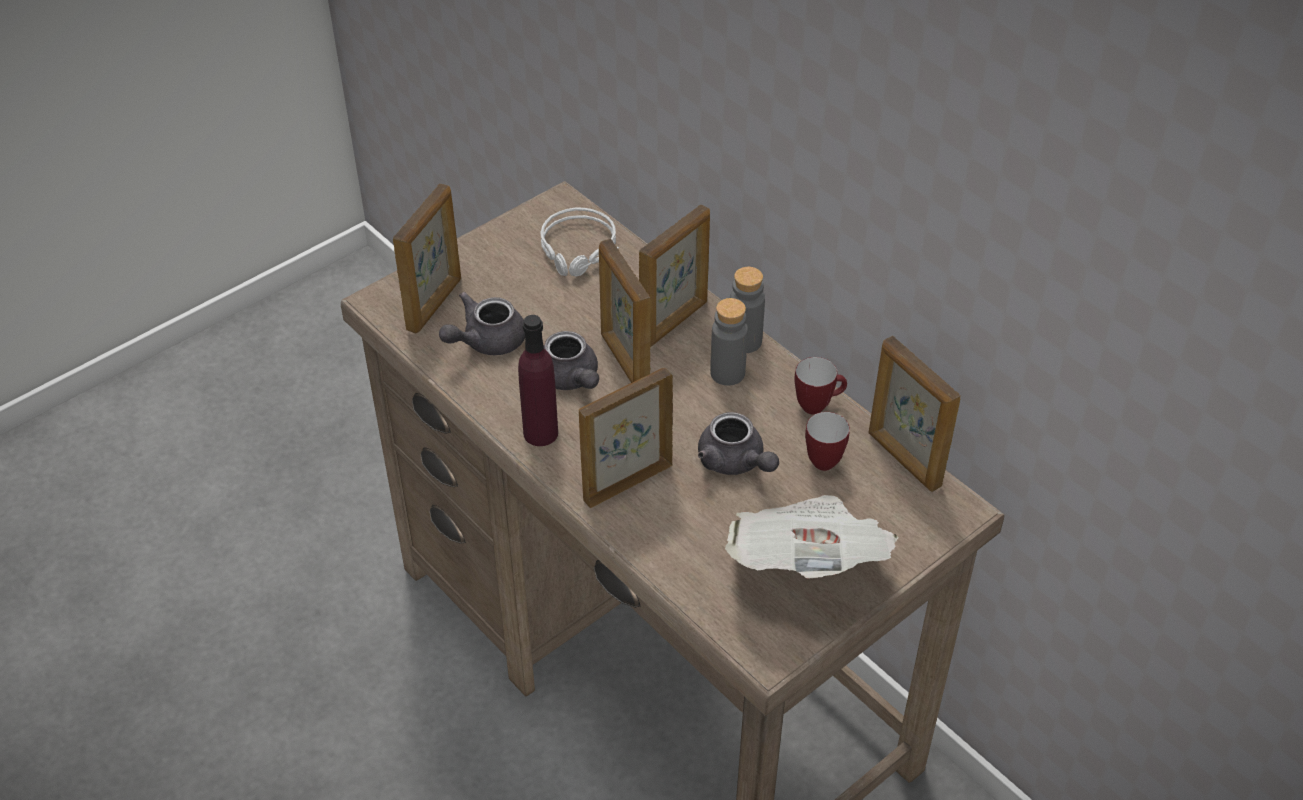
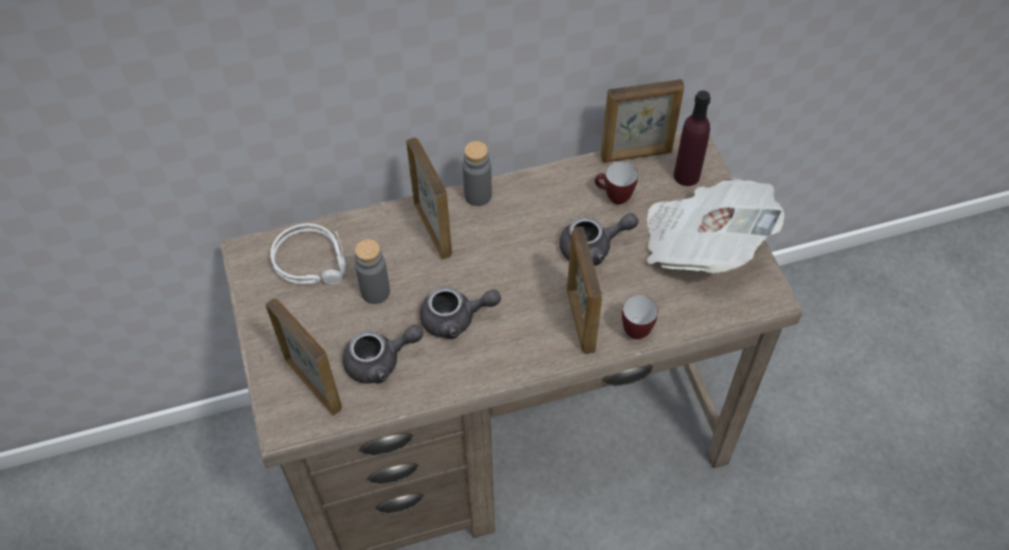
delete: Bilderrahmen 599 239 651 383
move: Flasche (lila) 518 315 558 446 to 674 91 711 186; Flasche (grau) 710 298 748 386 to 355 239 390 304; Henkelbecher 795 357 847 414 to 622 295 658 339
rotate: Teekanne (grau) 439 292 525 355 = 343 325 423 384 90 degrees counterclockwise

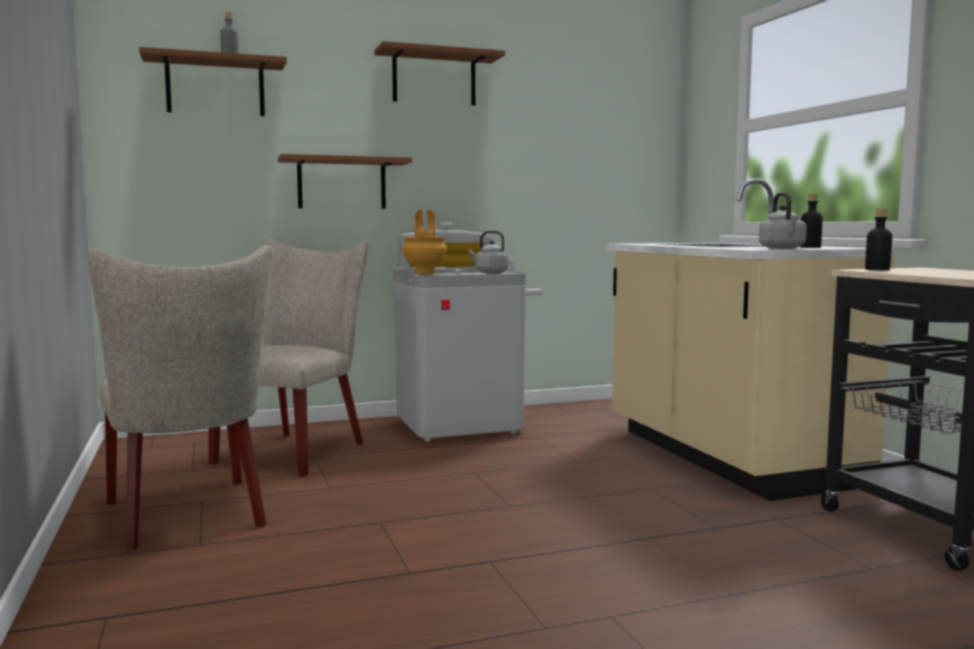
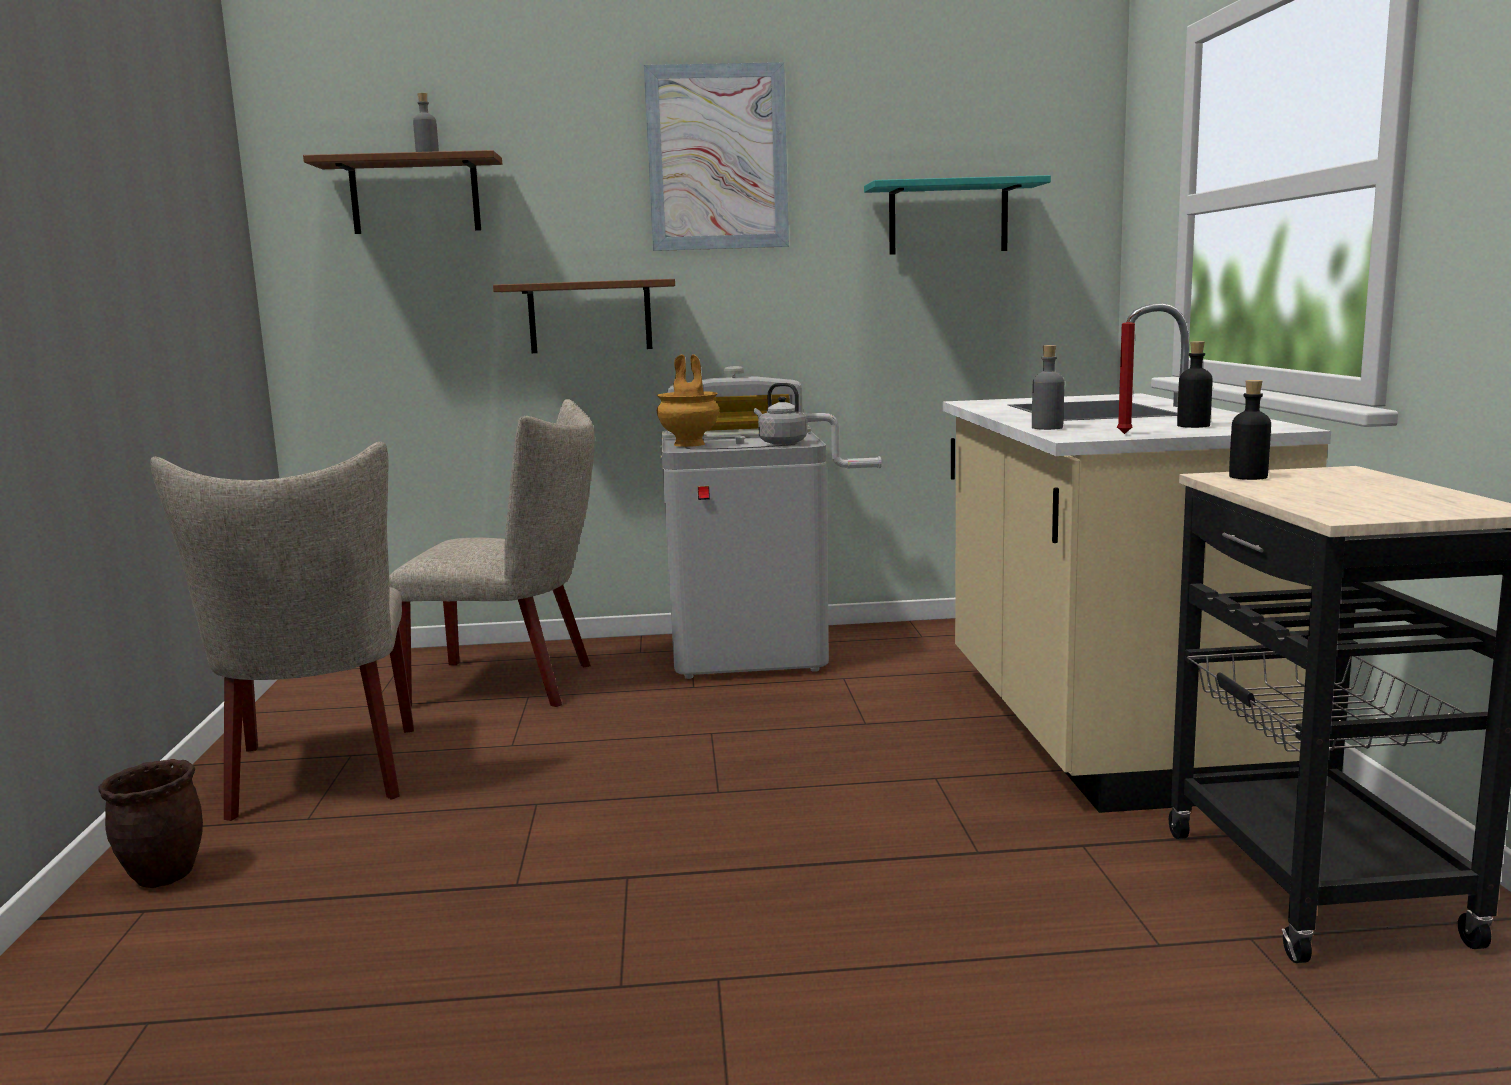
insert: Pflanzkübel (braun) 98 759 203 888; Wandregal (türkis) 864 175 1051 255; Flasche (grau) 1032 345 1064 430
replace: Wandregal (braun) 374 41 505 106 to Bild 644 62 789 251; Wasserkessel (grau) 759 192 807 249 to Kerze (rot) 1117 310 1142 434
rotate: Stuhl (beige) 208 239 368 477 = 389 399 595 709 60 degrees clockwise

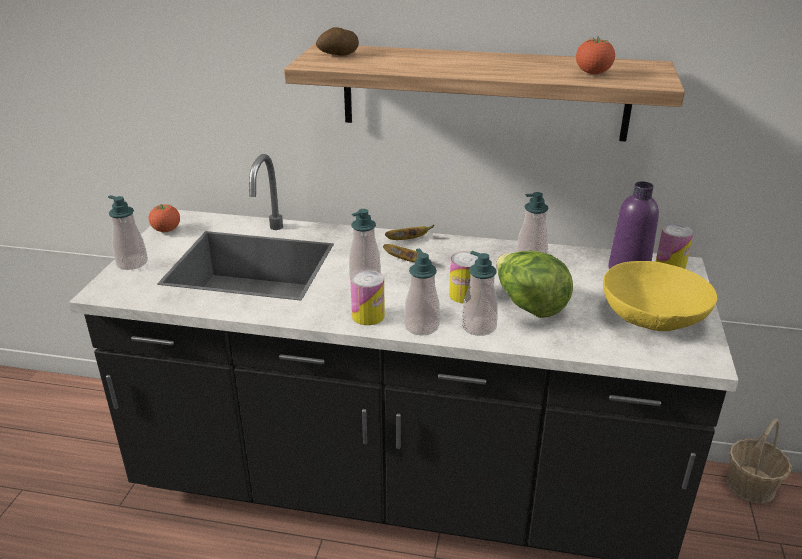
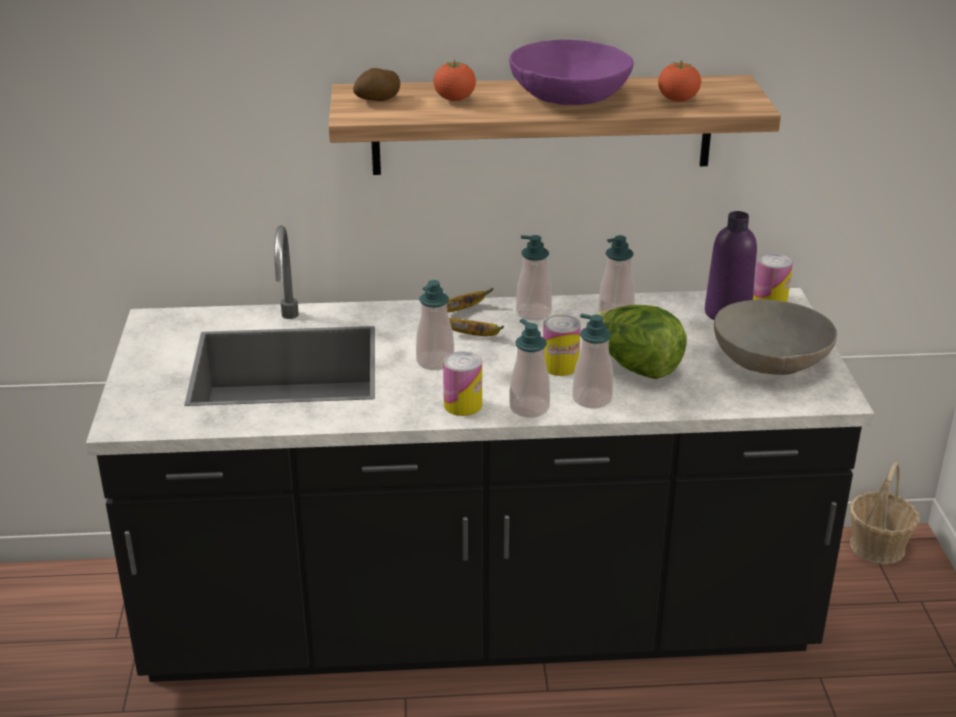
insert: Schüssel (lila) 509 40 634 105
move: Seifenspender 108 195 148 270 to 516 235 552 321; Tomate 149 204 180 232 to 433 60 476 101
recolor: Schüssel (gelb) 603 261 717 331 to Schüssel (grau) 714 299 837 375

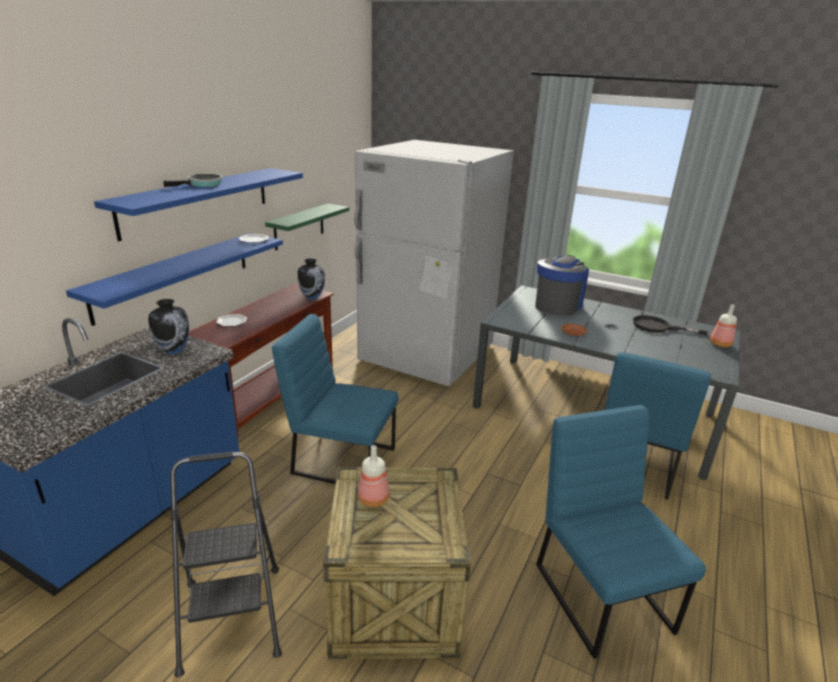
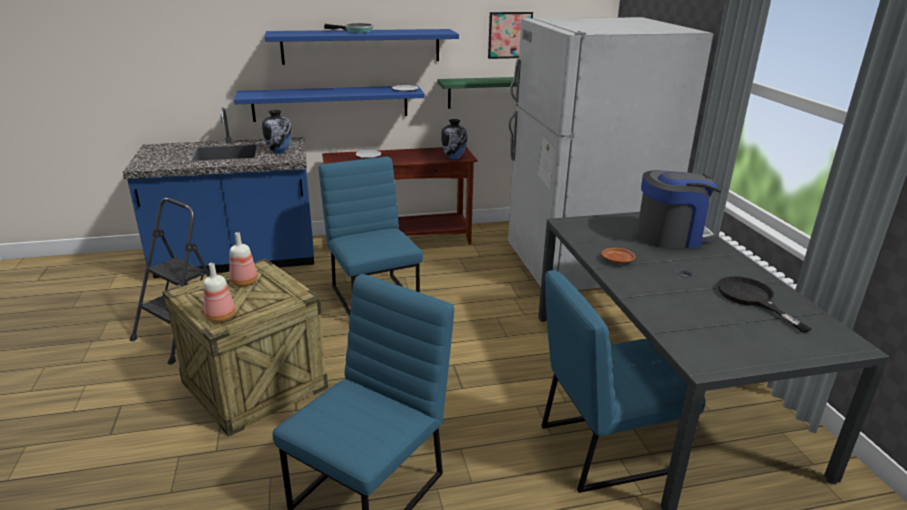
insert: Bild 488 12 533 59
move: Flasche 710 304 737 347 to 203 263 235 322

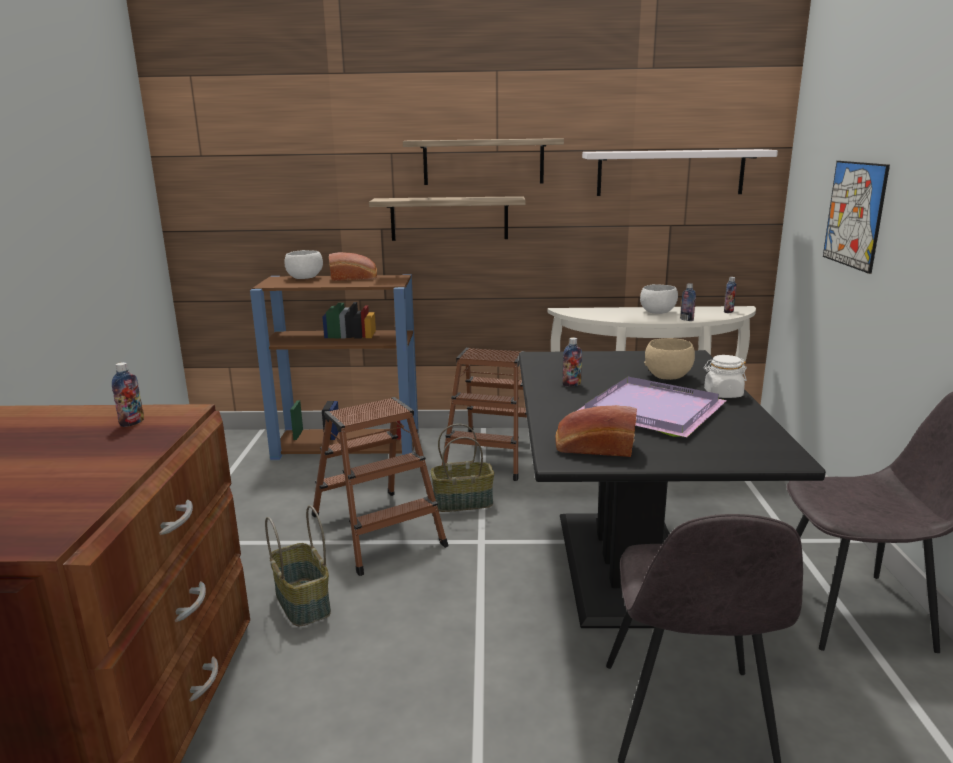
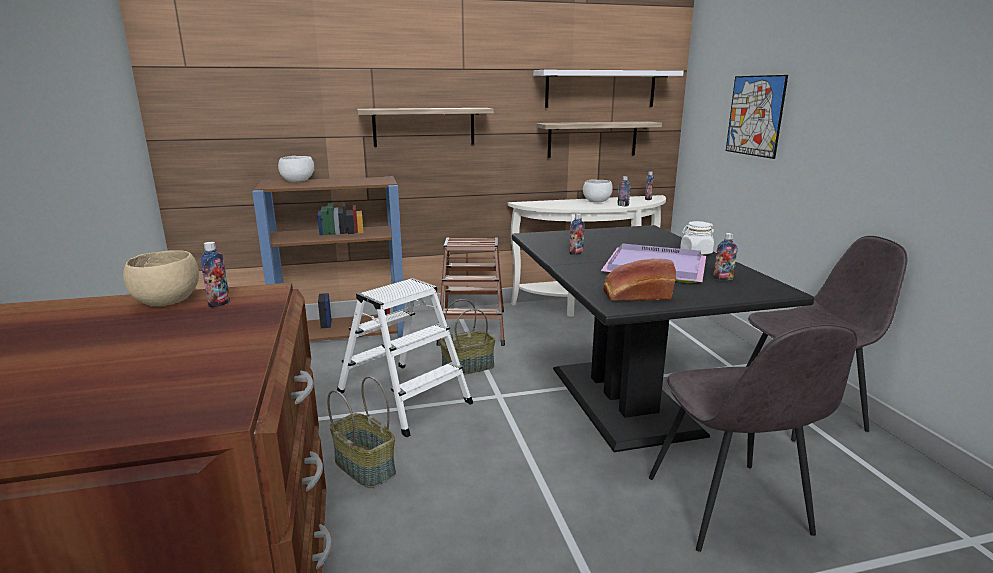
delete: Brot 329 252 377 281
insert: Flasche 714 233 738 281
move: Wandregal 403 138 564 185 to 536 121 662 158; Schüssel (beige) 644 338 695 380 to 123 250 199 306
recolor: Trittleiter (braun) 312 397 449 576 to Trittleiter (weiß) 337 278 473 437

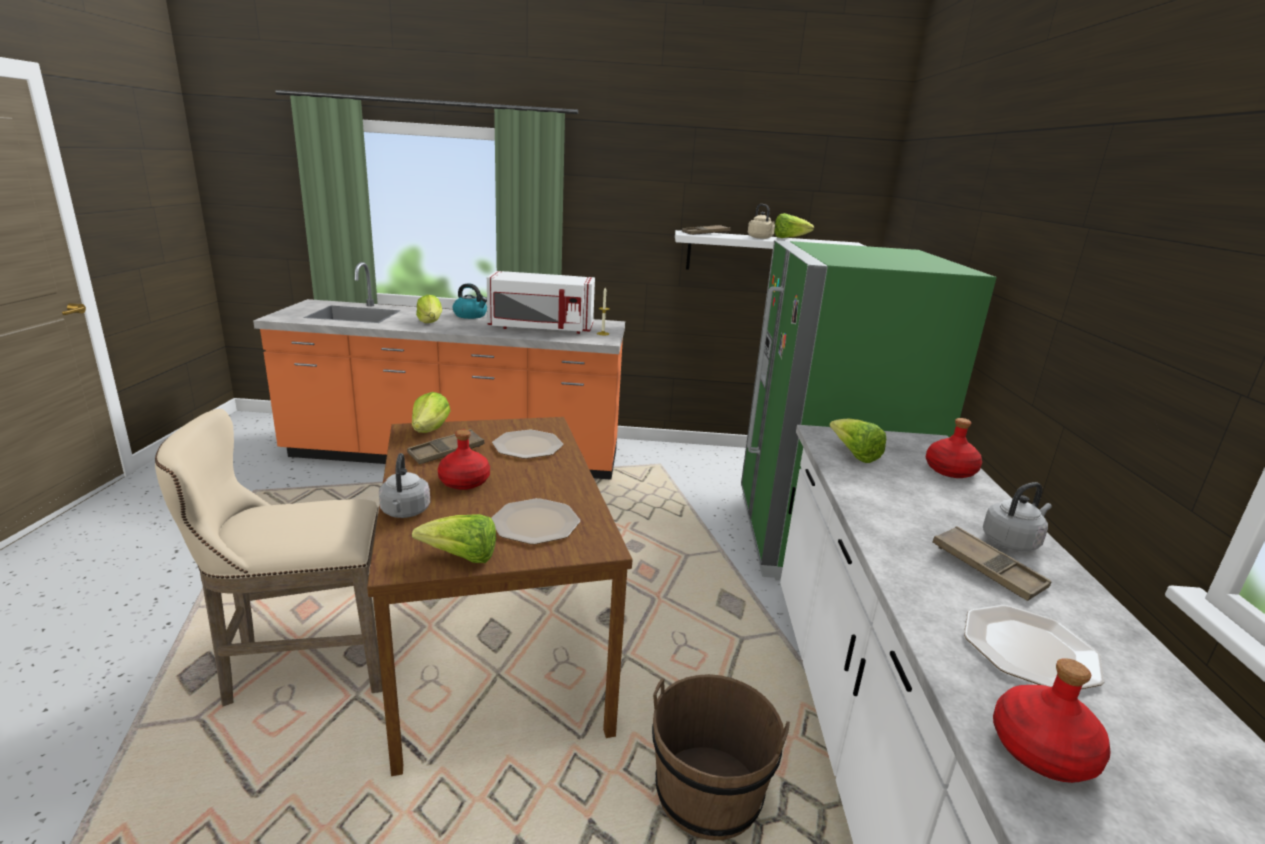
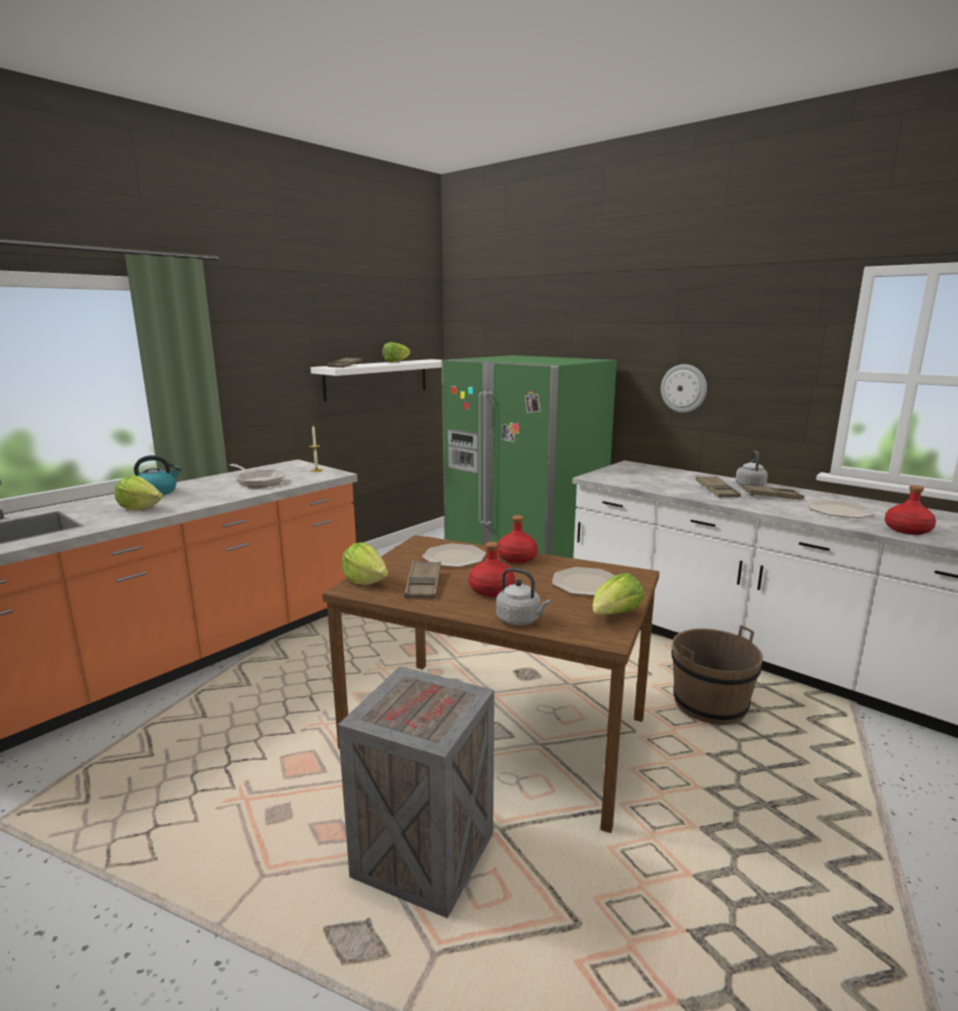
delete: Wasserkessel (beige) 748 204 775 239; Salatkopf 829 418 886 463
insert: Wanduhr 661 364 707 413; Tablett (braun) 696 476 741 497
move: Flasche (rot) 926 418 982 478 to 497 515 538 564
replace: Hocker (beige) 155 409 383 706 to Kiste 338 666 494 918; Mikrowelle (weiß) 487 271 595 334 to Pfanne 230 464 286 487

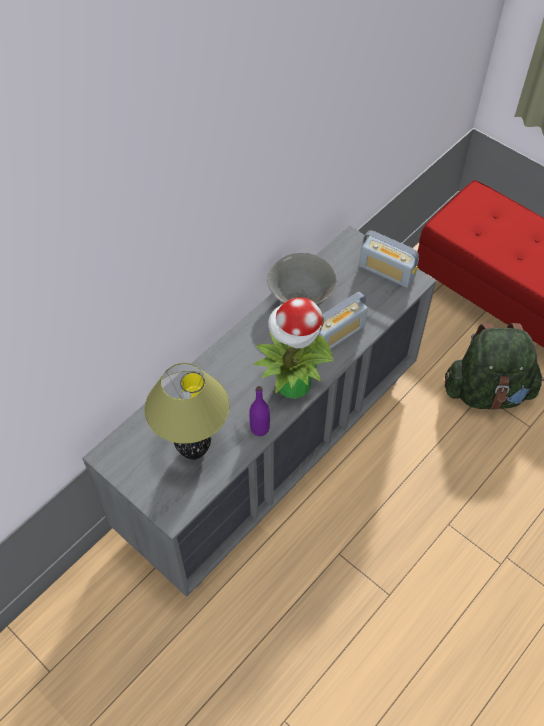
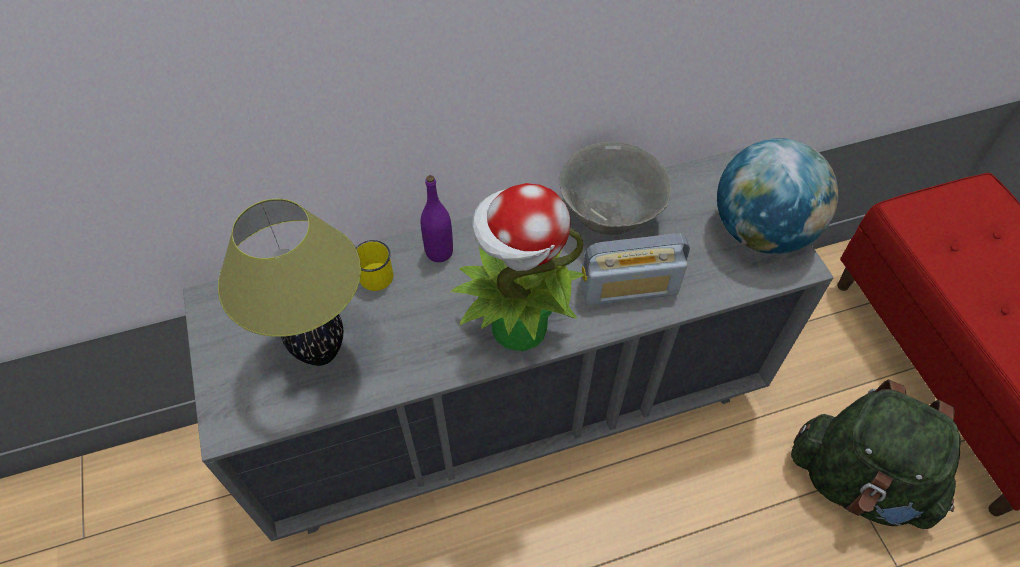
move: Flasche (lila) 249 386 270 436 to 421 175 453 262
replace: Radio 359 230 419 288 to Globus 717 138 838 254

